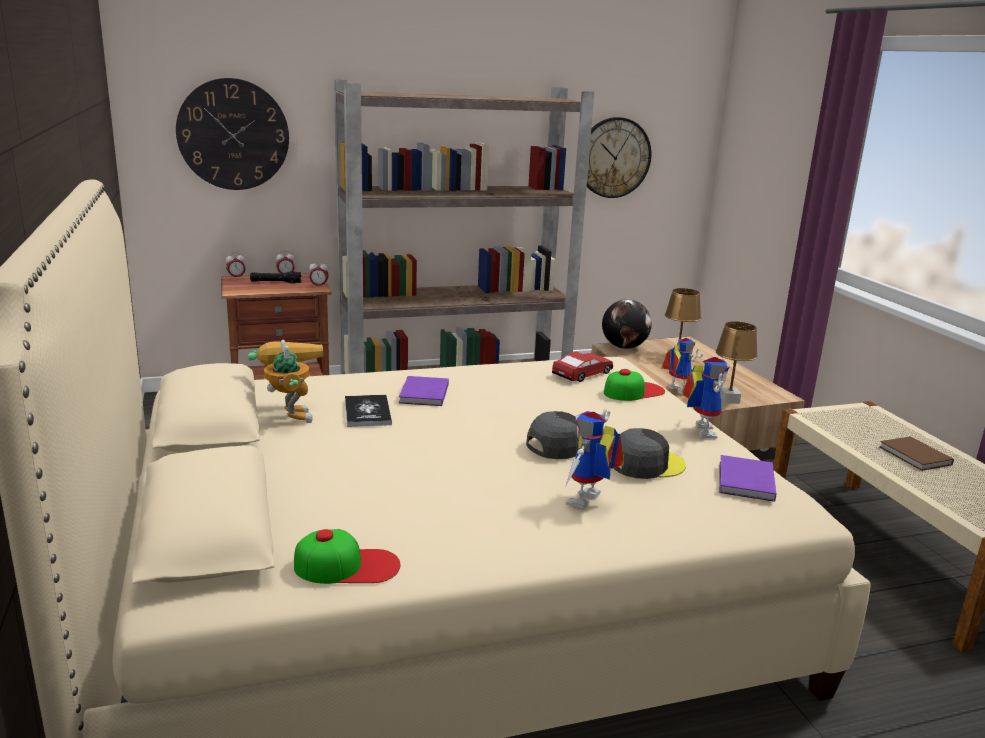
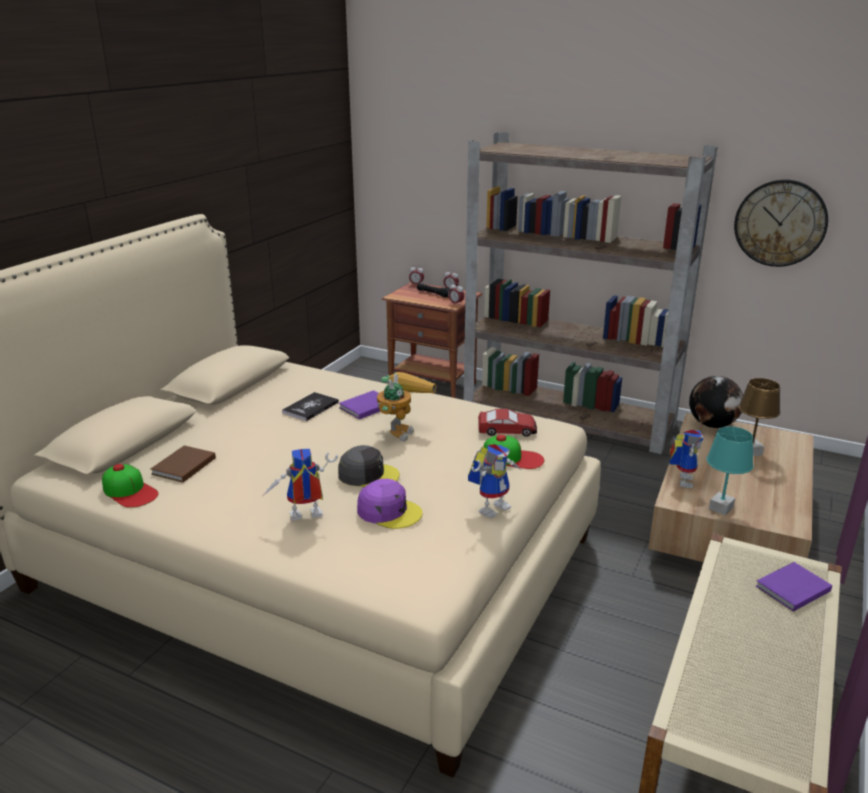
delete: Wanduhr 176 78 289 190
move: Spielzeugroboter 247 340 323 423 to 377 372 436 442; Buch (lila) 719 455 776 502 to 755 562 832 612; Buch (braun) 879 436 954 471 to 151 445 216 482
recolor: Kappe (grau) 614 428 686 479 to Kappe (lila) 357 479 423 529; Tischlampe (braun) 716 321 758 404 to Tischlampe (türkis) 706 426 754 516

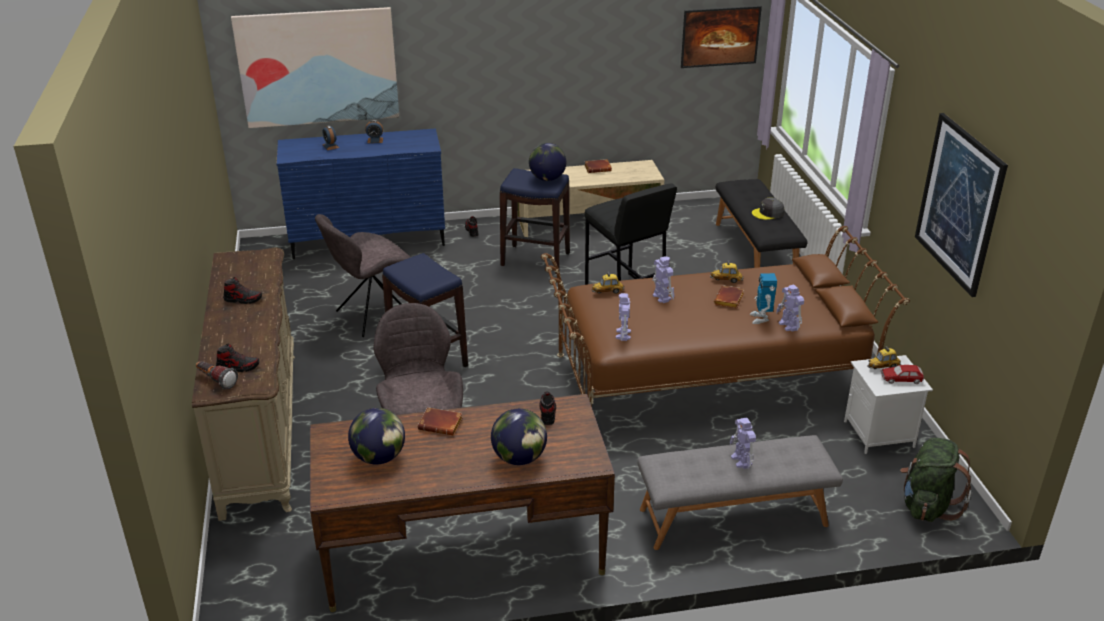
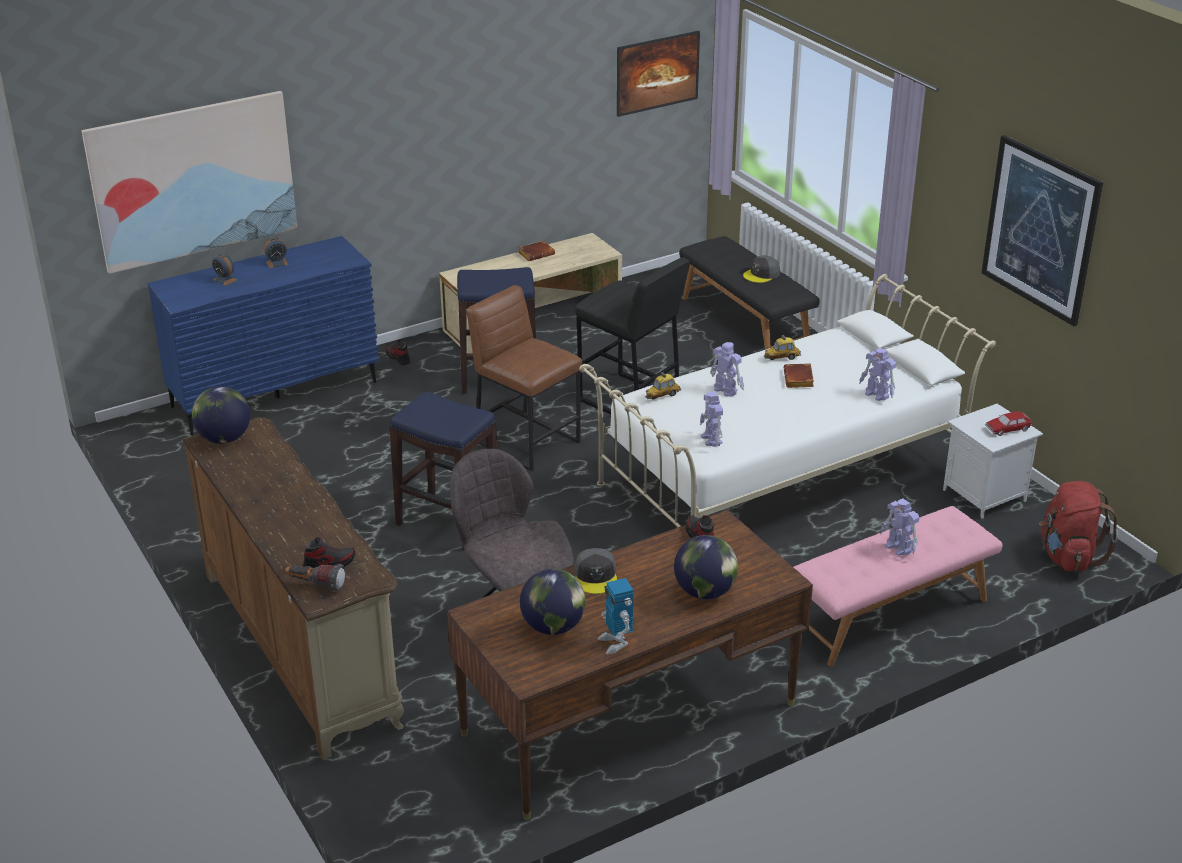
delete: Schuh 223 277 262 304; Stuhl (grau) 315 214 411 337; Spielzeugauto 867 346 901 369
insert: Stuhl (braun) 467 285 582 471
move: Globus 529 143 566 181 to 192 386 250 444; Spielzeugroboter 749 273 777 324 to 598 578 634 654
replace: Buch (braun) 418 407 463 436 to Kappe (grau) 574 548 617 594
recolor: Bett (braun) 541 226 910 407 to Bett (weiß) 579 274 996 527; Bank (grau) 637 435 843 550 to Bank (rosa) 794 506 1003 667; Rucksack (grün) 900 438 971 522 to Rucksack (rot) 1039 481 1118 572

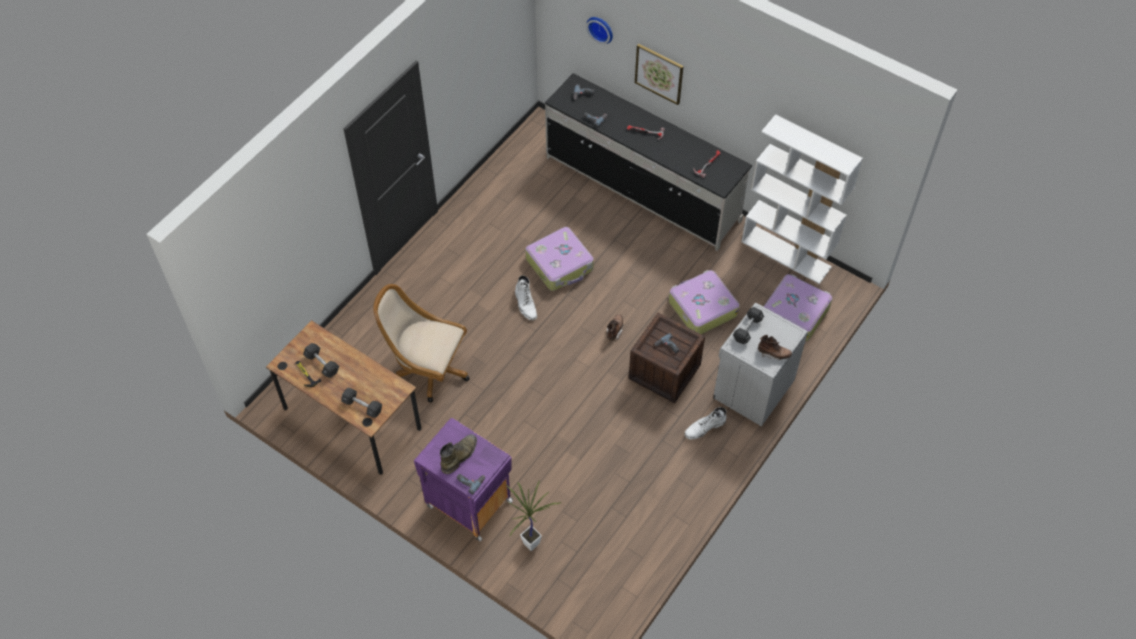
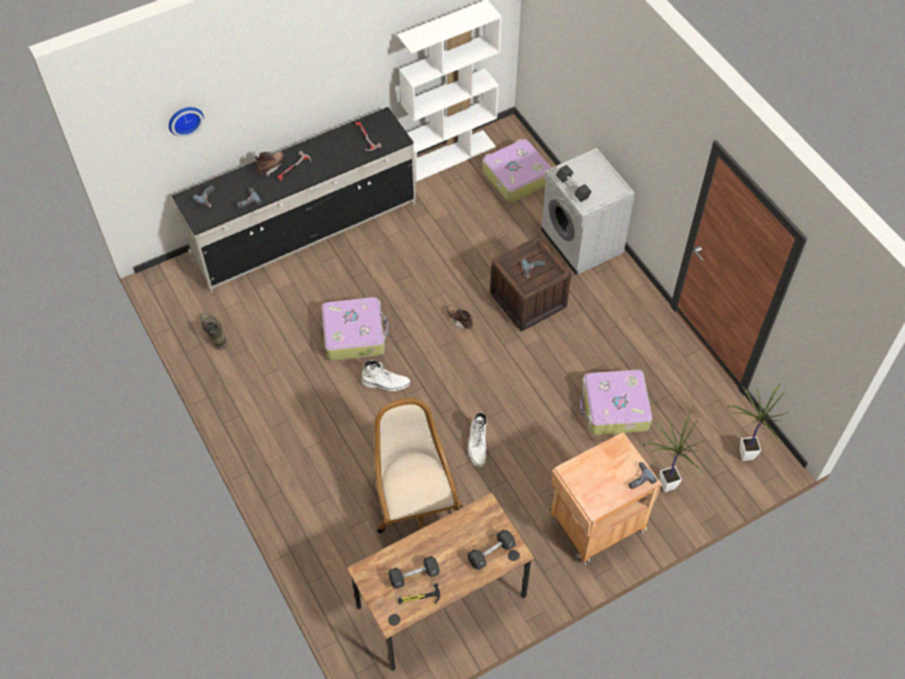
delete: Bild 635 44 684 105
insert: Topfpflanze 727 384 789 461
move: Stiefel (grün) 440 434 477 474 to 200 313 227 350; Koffer 669 270 740 334 to 580 369 652 435; Stiefel (weiß) 684 407 726 439 to 468 412 487 467; Stiefel (braun) 758 335 792 361 to 255 152 284 176
recolor: Rollwagen (lila) 414 418 513 541 to Rollwagen (braun) 551 432 662 565
rotate: Bürostuhl 373 284 470 402 = 375 398 462 534 120 degrees clockwise

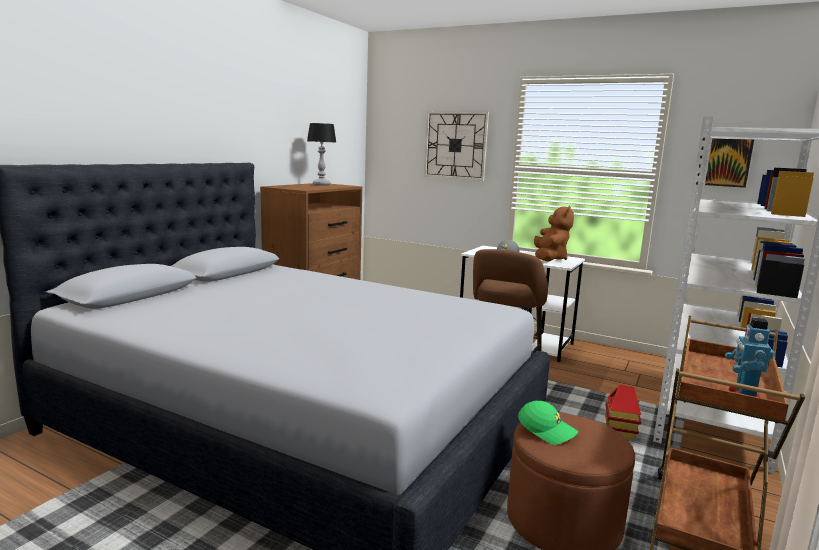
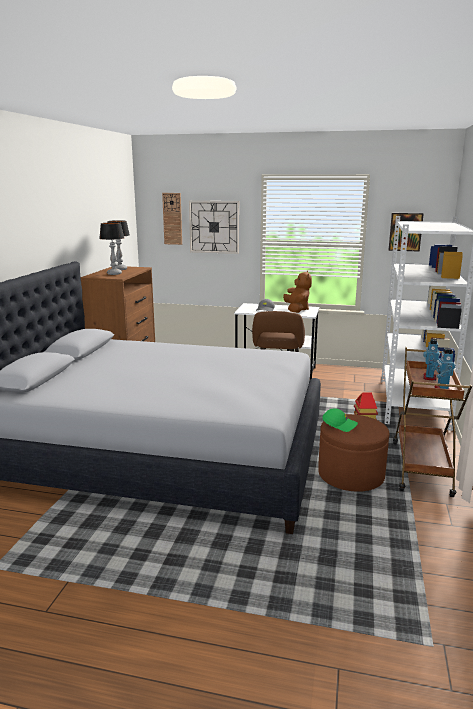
insert: Tischlampe 99 222 124 275; Wanduhr 162 193 182 245; Spielzeugroboter 423 339 440 381

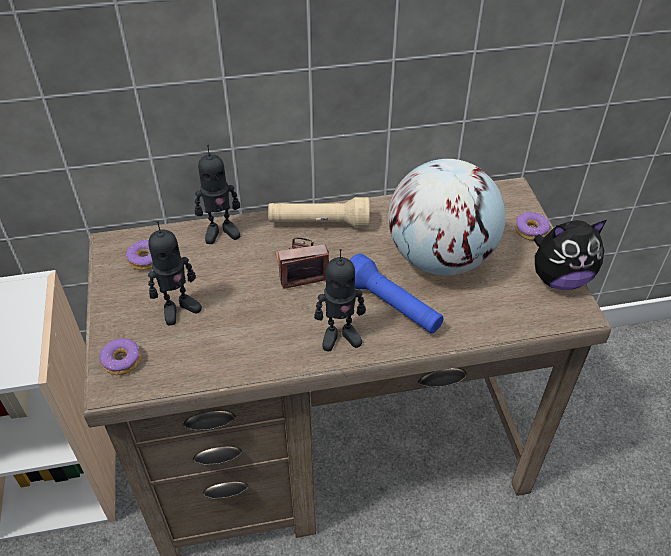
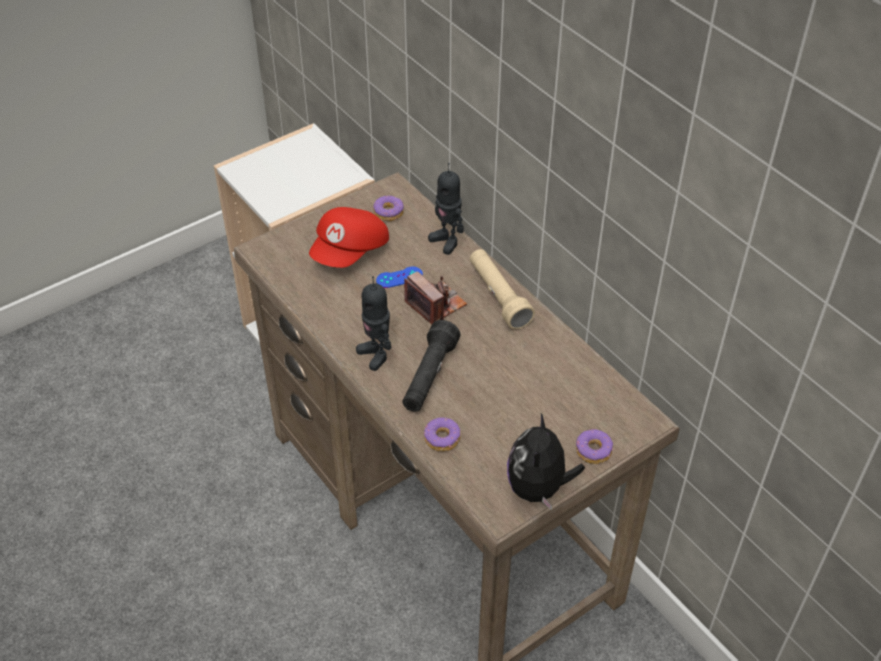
delete: Globus 388 159 506 275
insert: Gamepad (blau) 376 266 423 288
move: Donut 99 338 141 375 to 424 418 460 451
replace: Spielzeugroboter 148 221 202 325 to Kappe (rot) 309 207 389 268
recolor: Taschenlampe (blau) 350 253 444 333 to Taschenlampe (schwarz) 402 320 460 412
rotate: Plüschtier 533 220 607 290 = 507 413 585 511 45 degrees clockwise

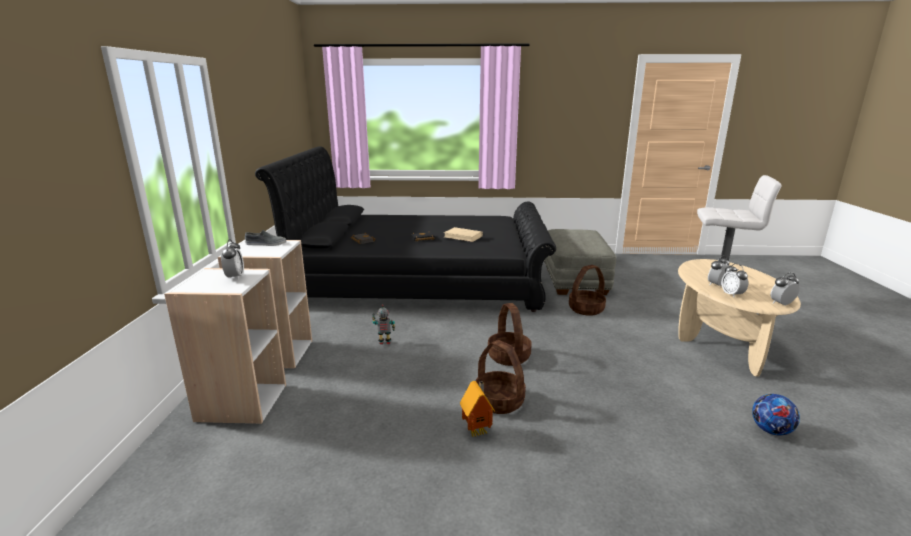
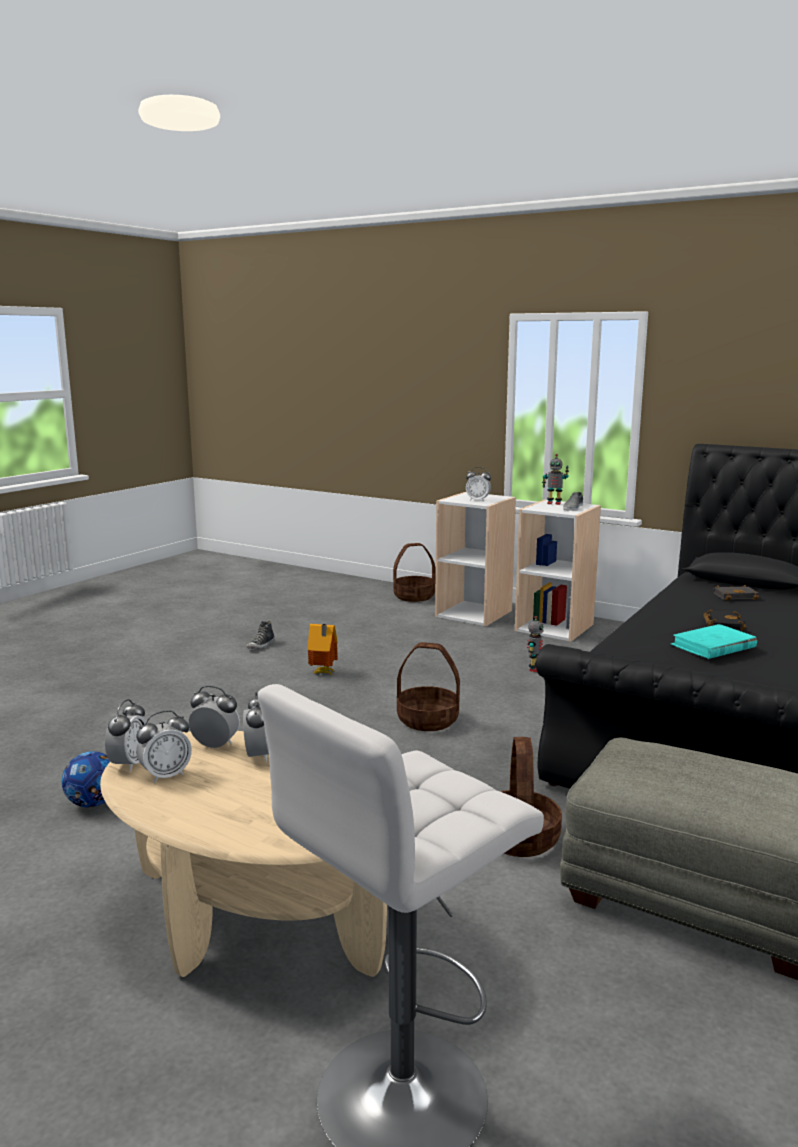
insert: Wecker 136 710 192 783; Schuh 247 621 275 649; Spielzeugroboter 542 454 569 505
move: Korb 476 340 526 414 to 393 543 436 602
recolor: Buch (beige) 444 227 483 242 to Buch (türkis) 671 624 757 659

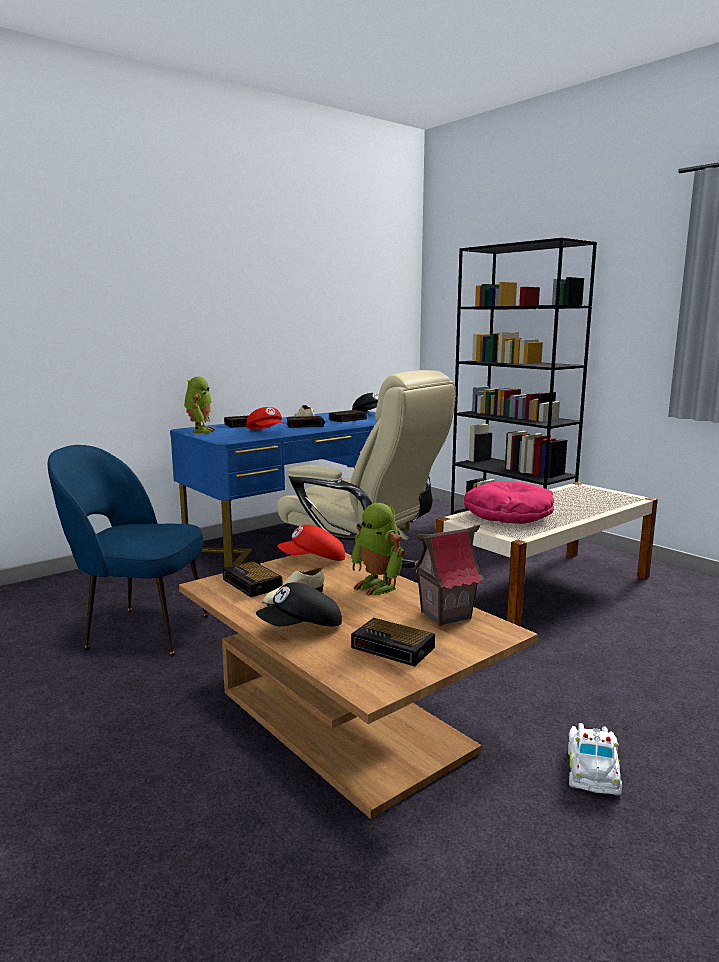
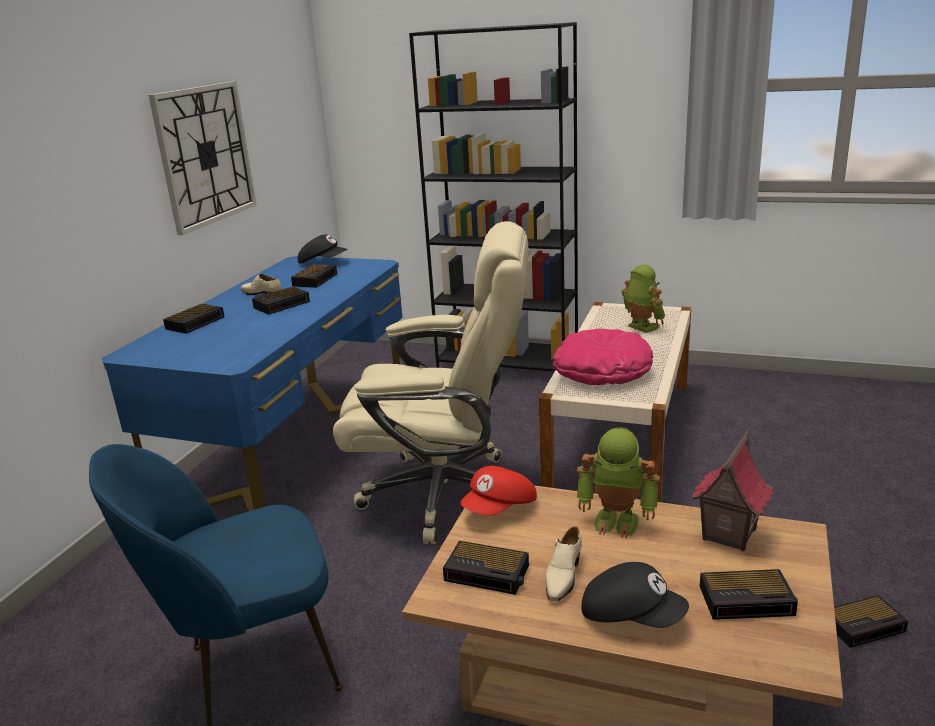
delete: Kappe (rot) 246 407 284 430
insert: Wanduhr 149 81 257 235
move: Spielzeugroboter 184 376 216 433 to 622 264 665 333
replace: Spielzeugauto (weiß) 568 723 622 796 to Wecker 834 595 908 648
rotate: Kappe (schwarz) 256 582 342 627 = 581 562 689 628 90 degrees counterclockwise

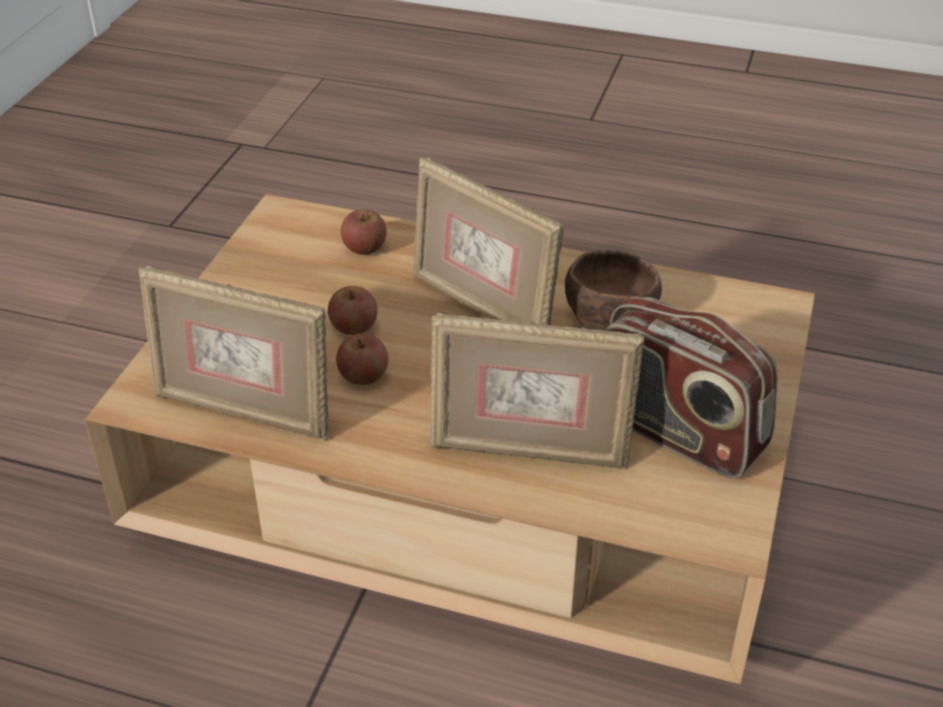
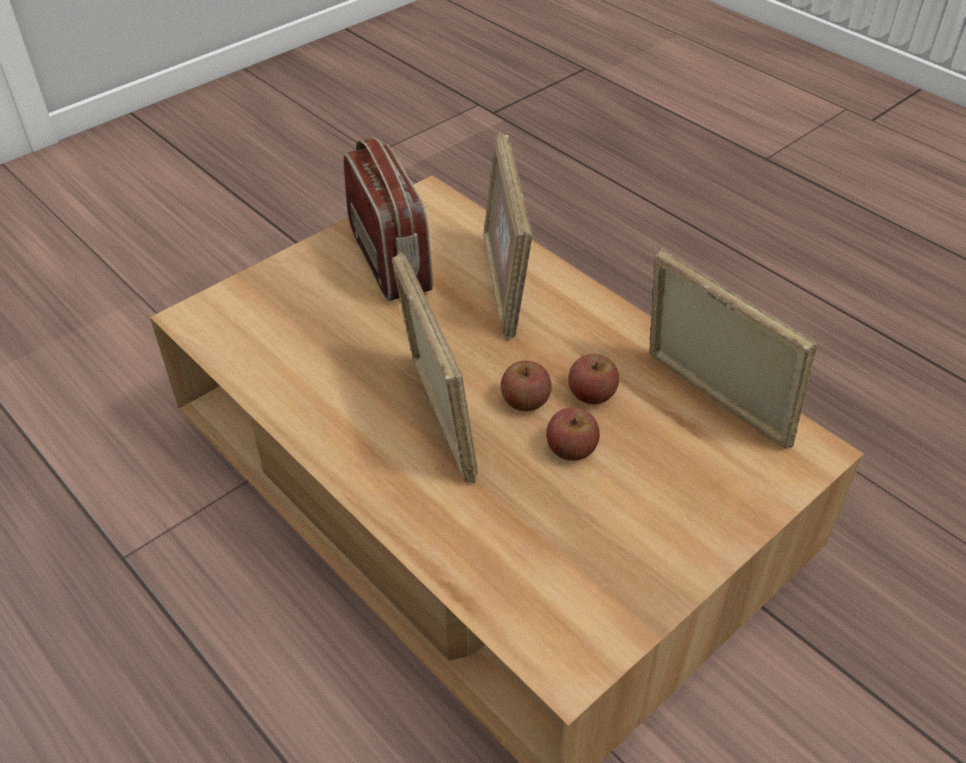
delete: Schüssel (braun) 565 250 662 330
move: Apfel 341 209 387 255 to 501 361 552 411
rotate: Bilderrahmen 430 313 644 469 = 483 132 533 341 135 degrees counterclockwise

